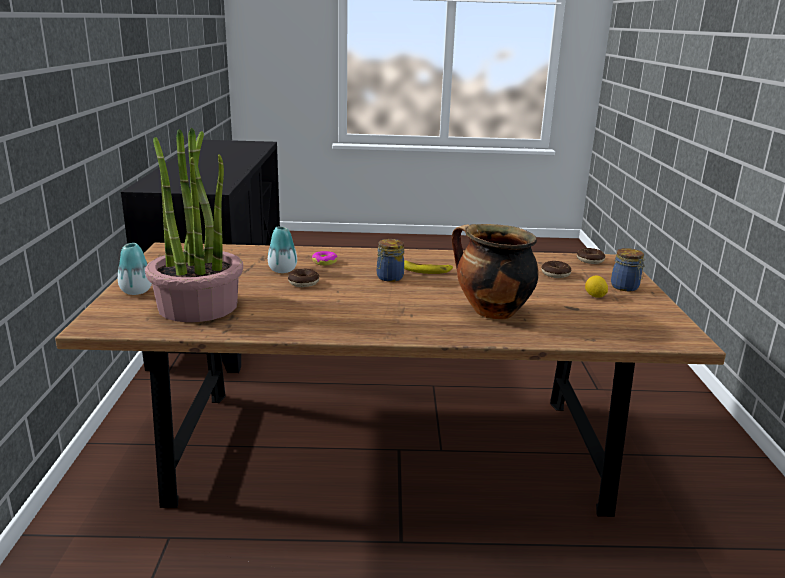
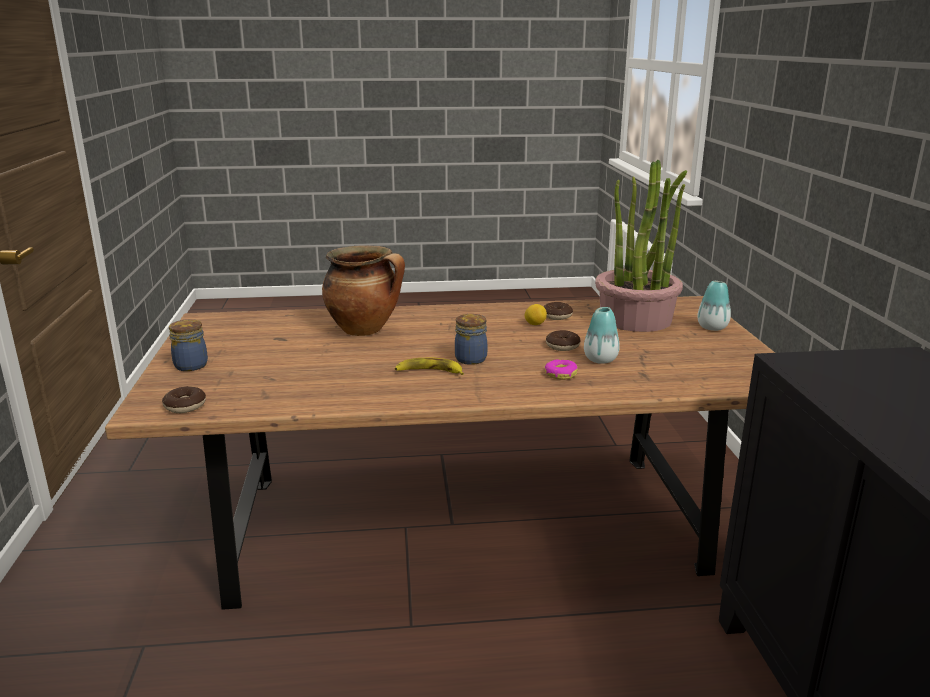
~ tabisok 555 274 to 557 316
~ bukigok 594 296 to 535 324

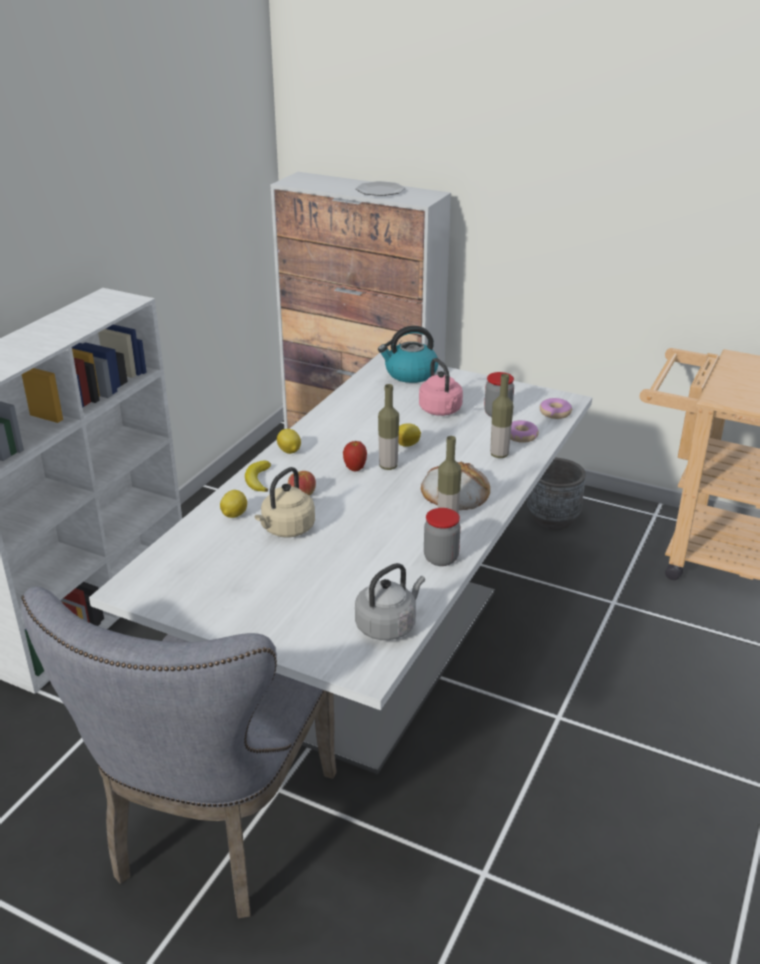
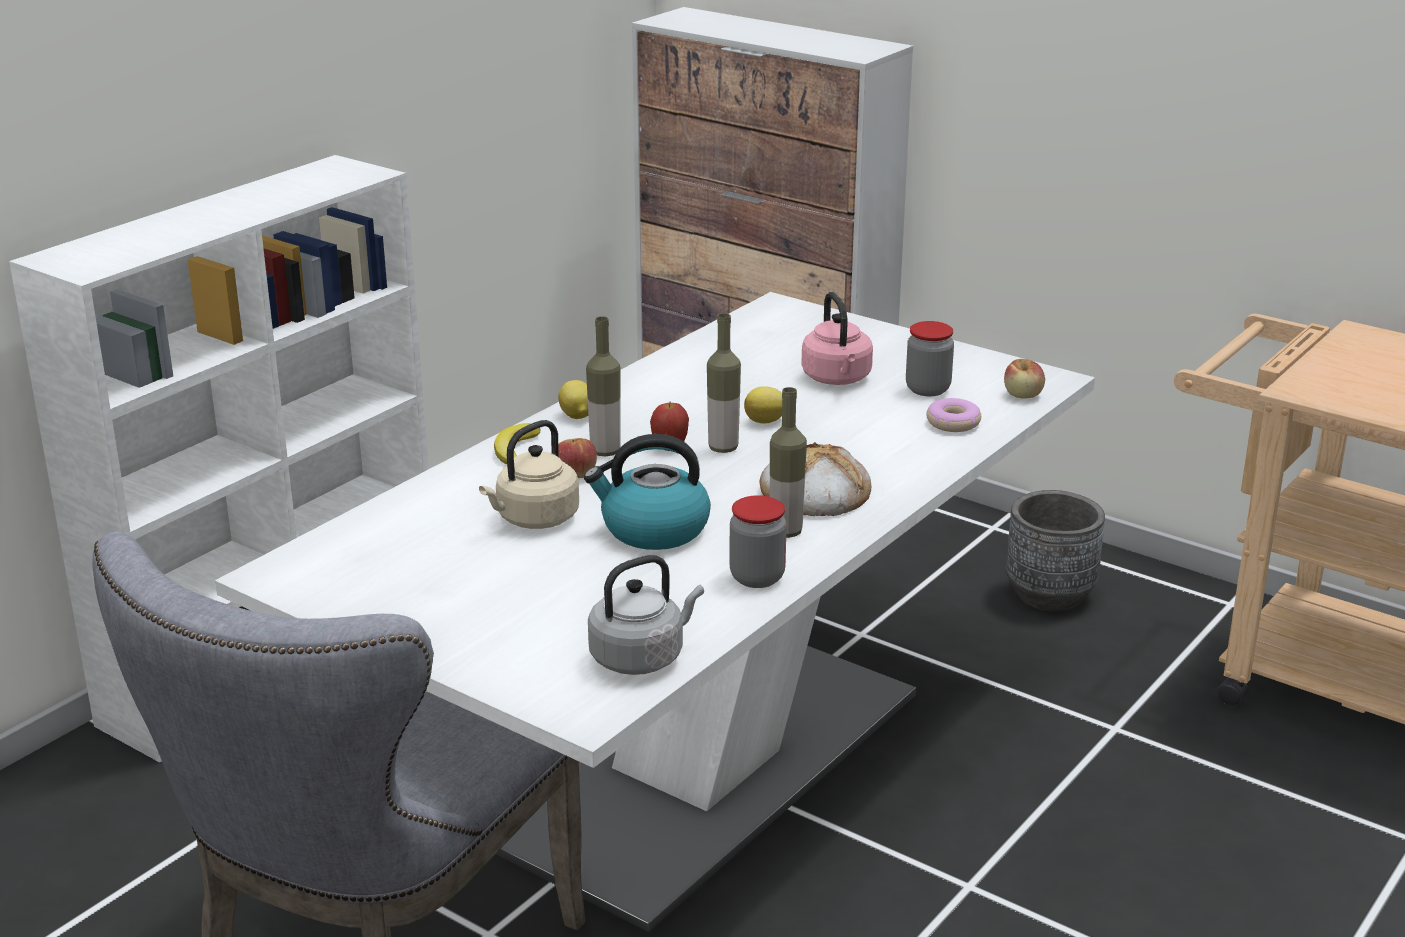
- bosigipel 380 191
~ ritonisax 410 374 to 653 529
~ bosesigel 499 454 to 605 451
~ tabisok 555 413 to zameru 1023 395
- bukigok 233 515

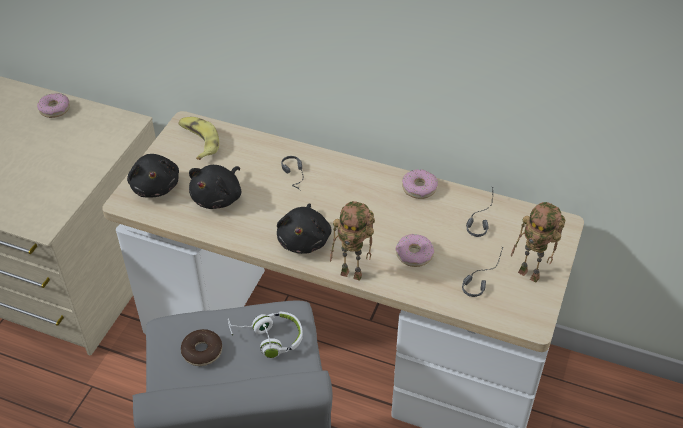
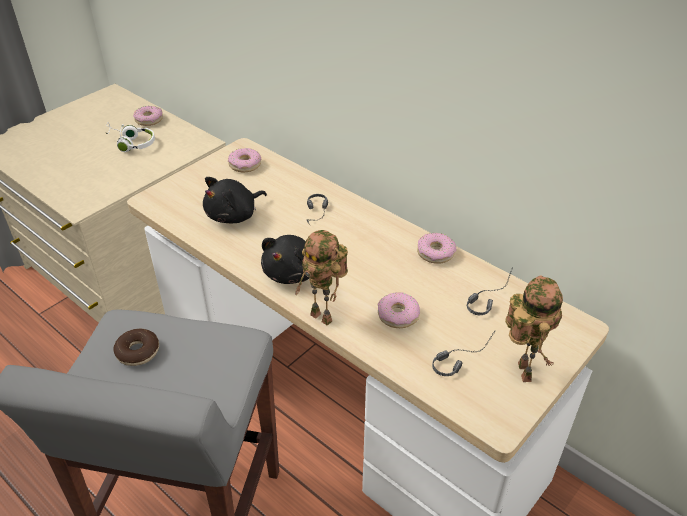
~ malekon 198 141 to tabisok 245 165
- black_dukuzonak 155 186
~ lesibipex 531 274 = 520 370 150 degrees counterclockwise
~ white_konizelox 268 339 to 130 143

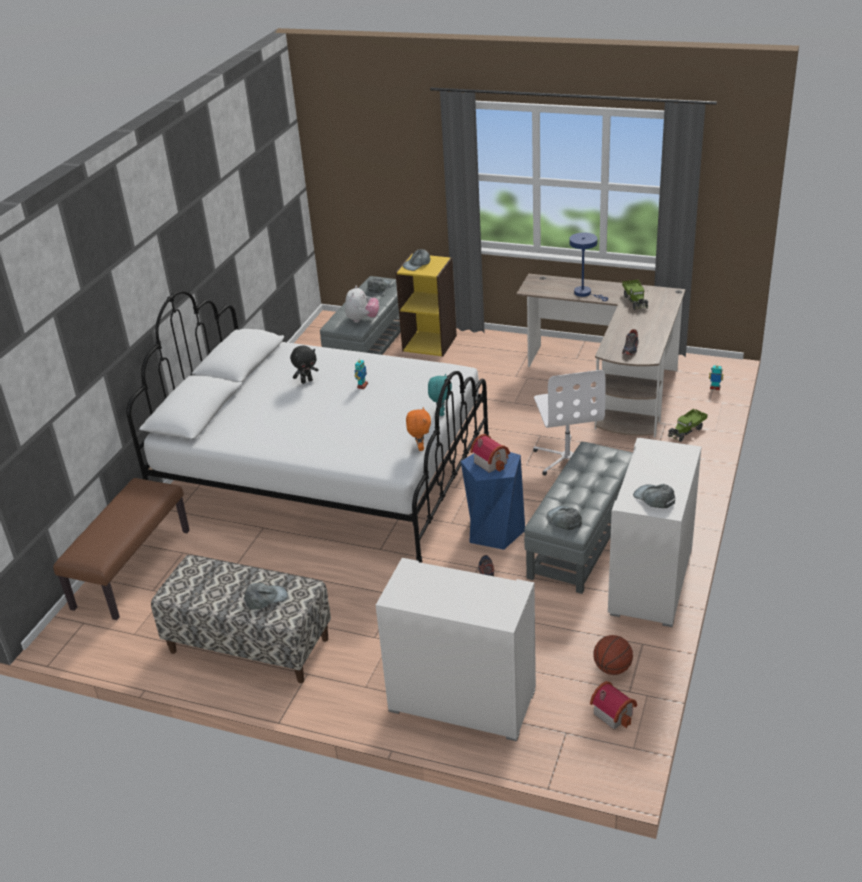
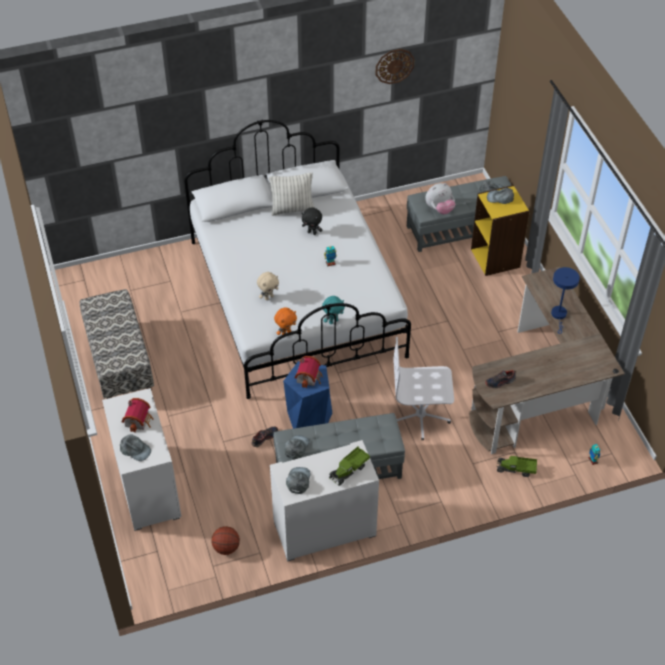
~ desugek 635 301 to 349 470
~ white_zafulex 567 459 = 421 416 45 degrees clockwise
- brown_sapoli 131 568
~ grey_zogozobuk 266 598 to 135 450
~ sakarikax 613 712 to 139 420
+ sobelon 394 66
+ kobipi 292 209
+ beige_dukuzonak 268 297

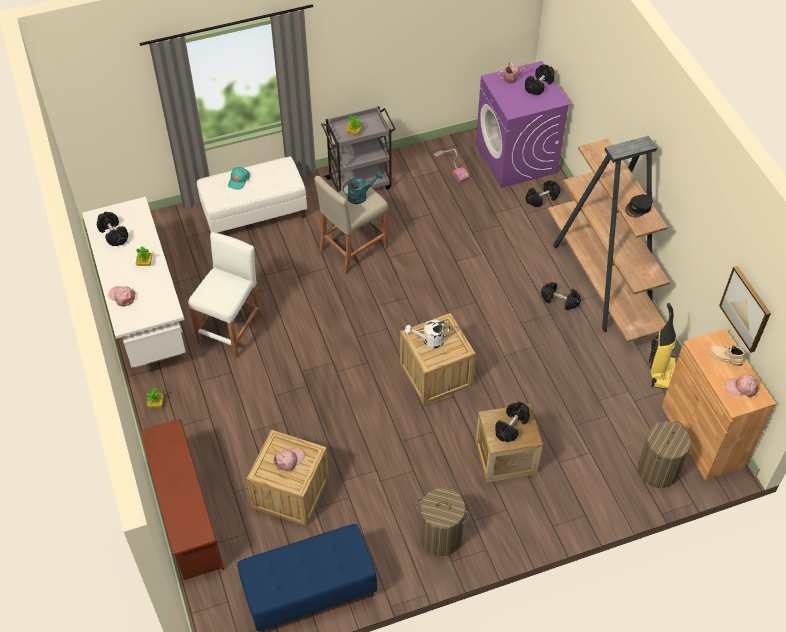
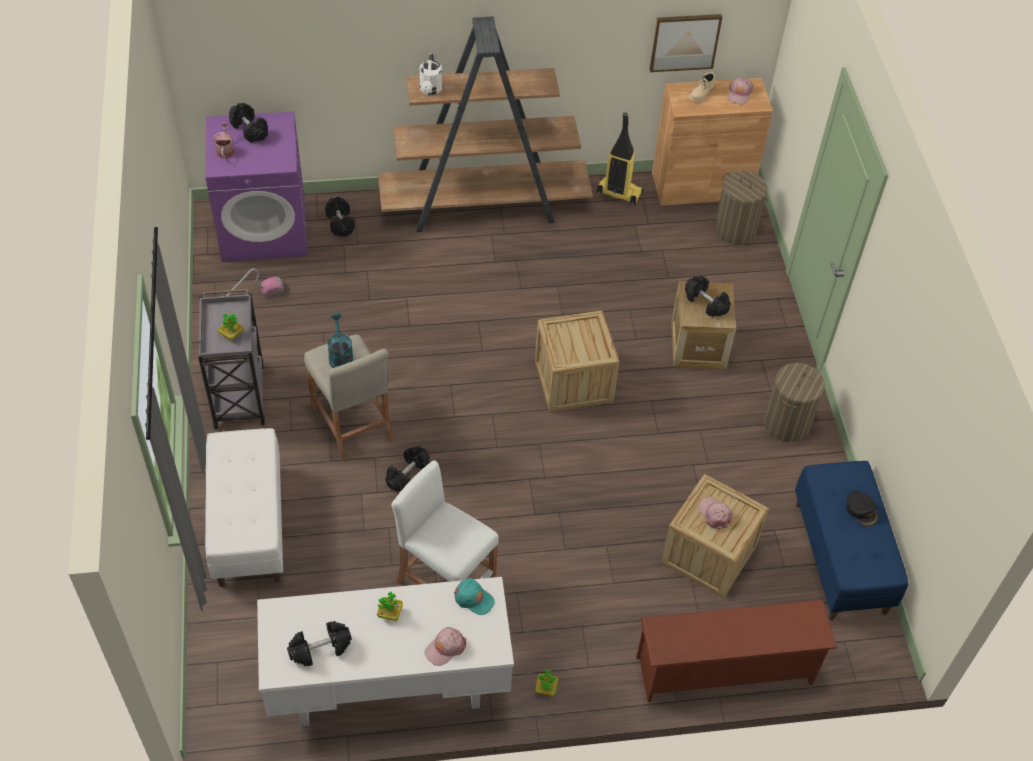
~ turquoise_zogozobuk 238 180 to 473 598
~ black_zogozobuk 638 208 to 861 510
~ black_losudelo 560 300 to 407 474
~ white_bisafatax 429 341 to 430 90

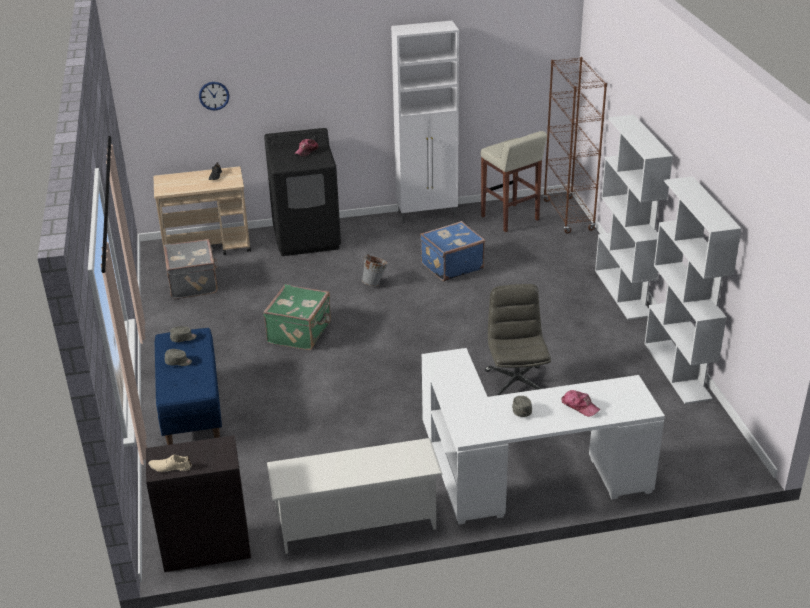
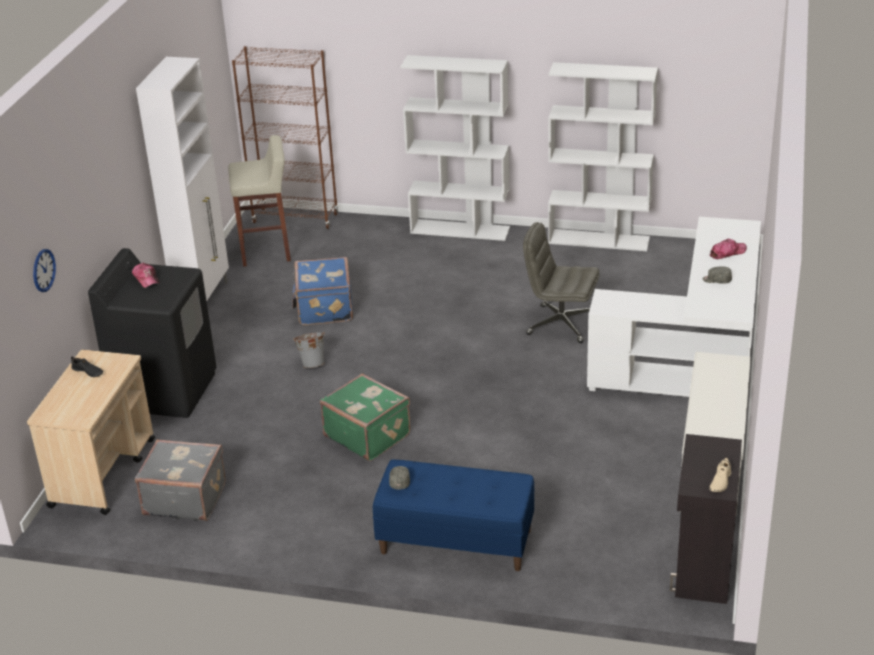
- grey_zogozobuk 178 362

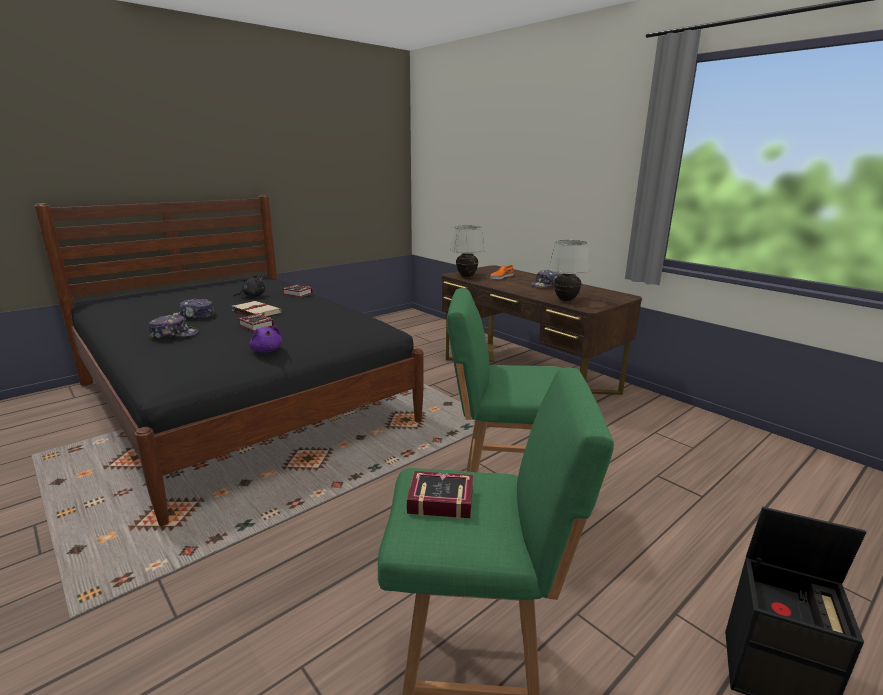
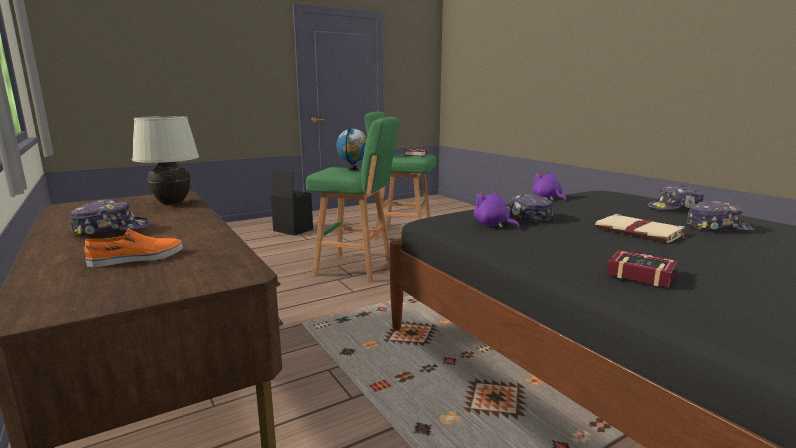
- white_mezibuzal 466 276
- black_dukuzonak 252 296
- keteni 256 326
+ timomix 353 169
+ purple_dukuzonak 493 225
+ zogozobuk 526 217

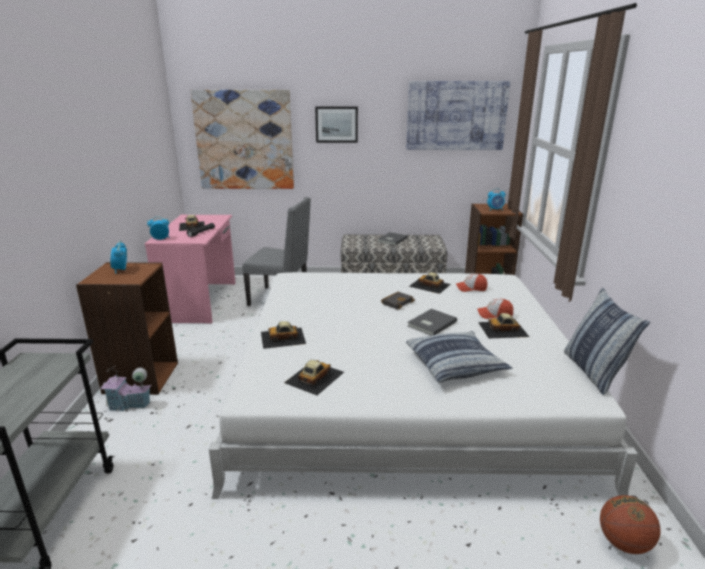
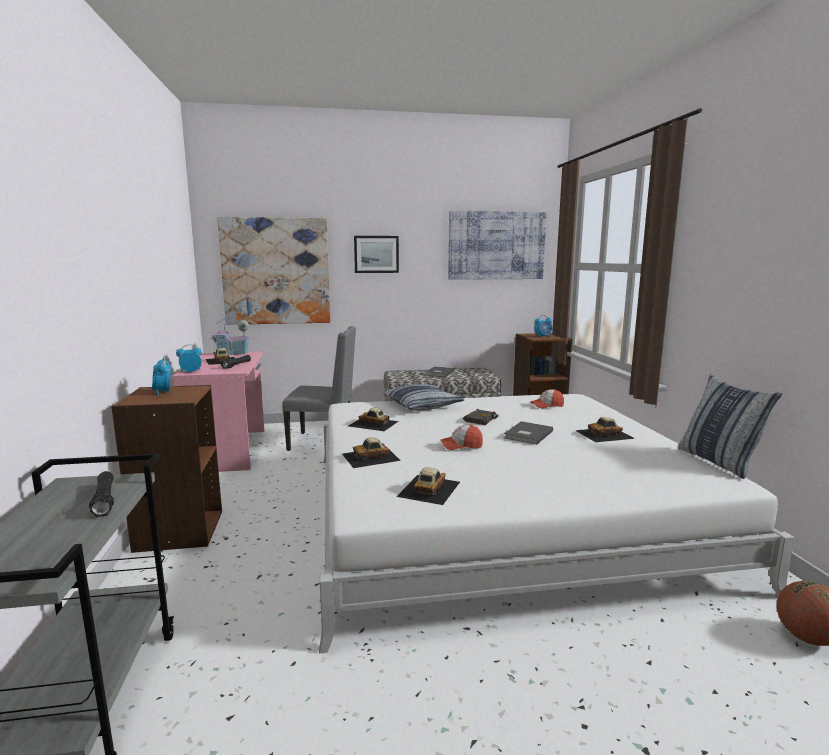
~ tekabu 430 285 to 373 423
~ zogozobuk 494 315 to 461 445
~ kobipi 455 364 to 422 405
~ sakarikax 129 405 to 232 354
+ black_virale 104 500

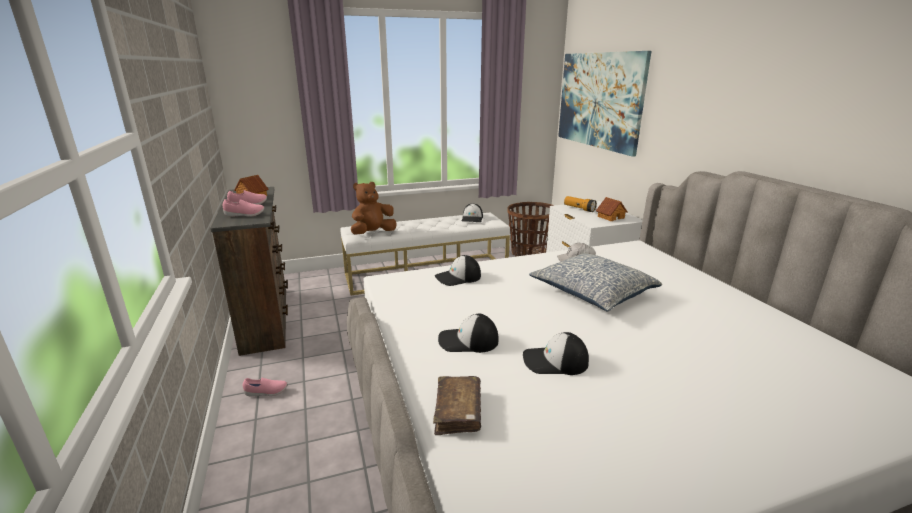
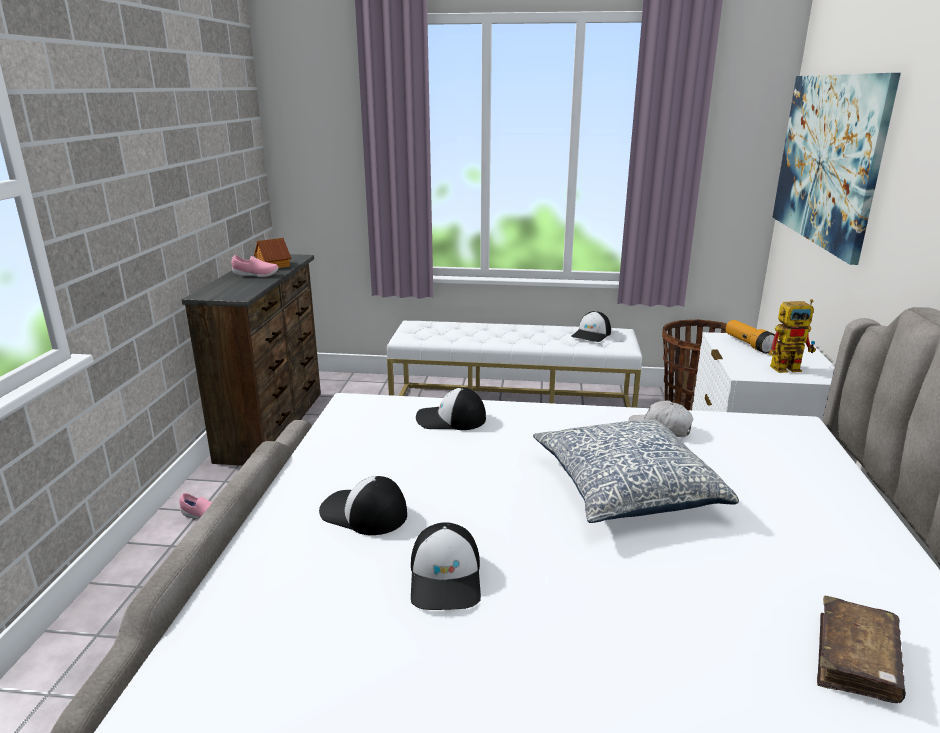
- brown_dukuzonak 373 233
~ sakarikax 610 217 to lesibipex 790 367
- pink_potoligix 244 215
~ zogozobuk 554 361 = 446 578 120 degrees counterclockwise
~ brown_keteni 458 411 to 856 660

